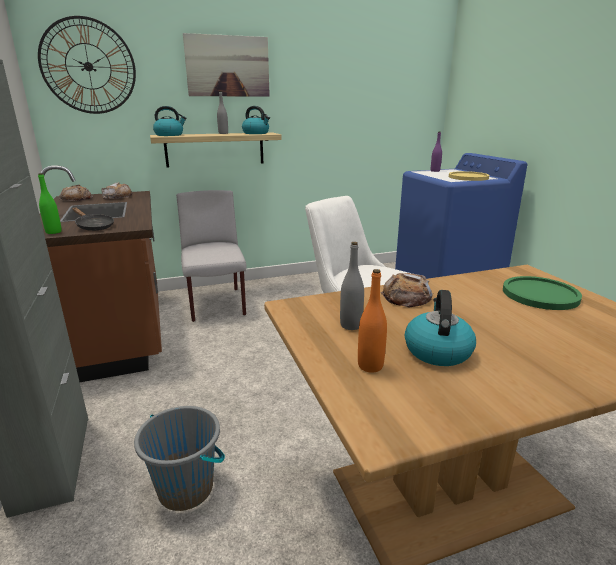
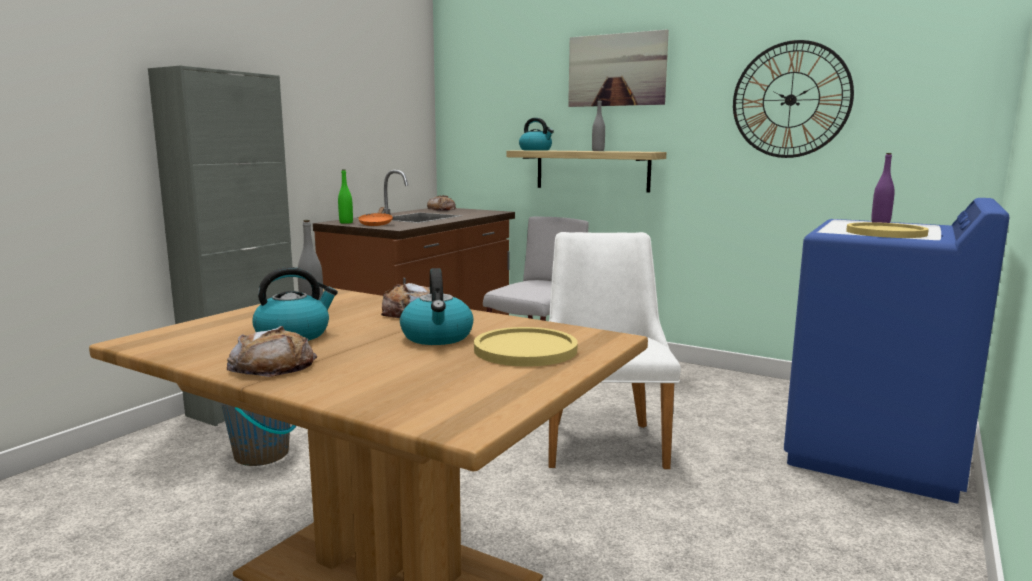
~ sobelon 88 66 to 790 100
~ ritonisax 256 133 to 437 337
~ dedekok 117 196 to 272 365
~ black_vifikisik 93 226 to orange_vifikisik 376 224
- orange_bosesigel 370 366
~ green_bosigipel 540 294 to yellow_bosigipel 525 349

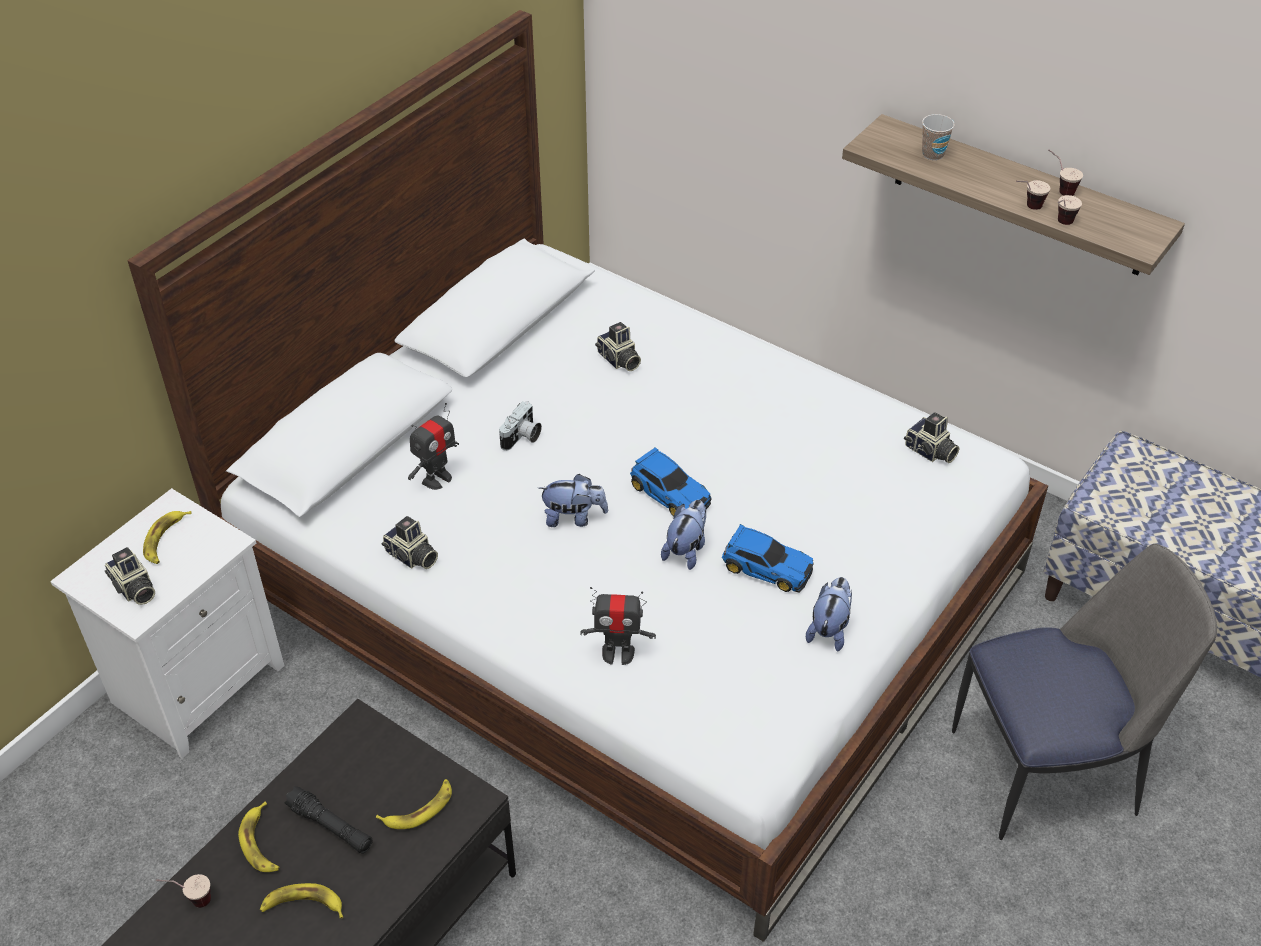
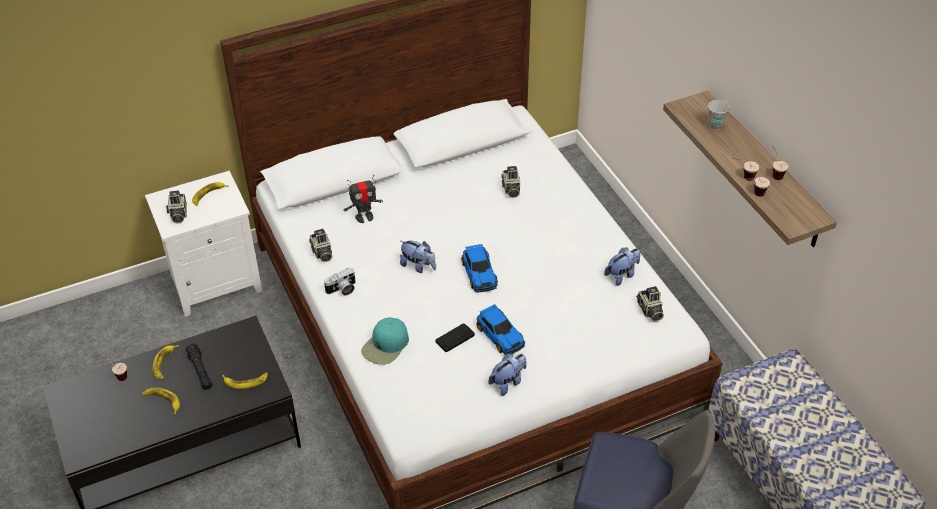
~ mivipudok 522 437 to 342 289
~ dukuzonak 686 549 to 622 275
~ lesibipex 618 653 to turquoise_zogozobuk 386 345
+ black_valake 455 338

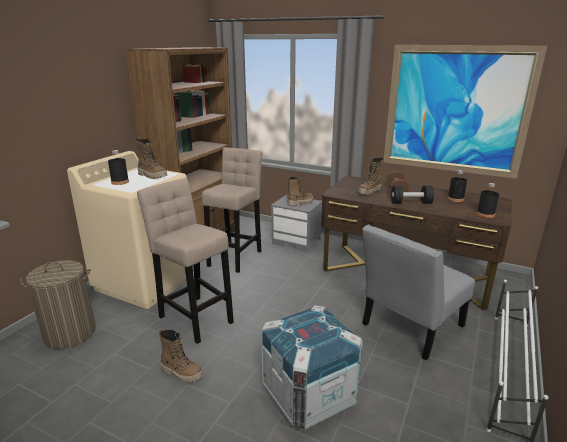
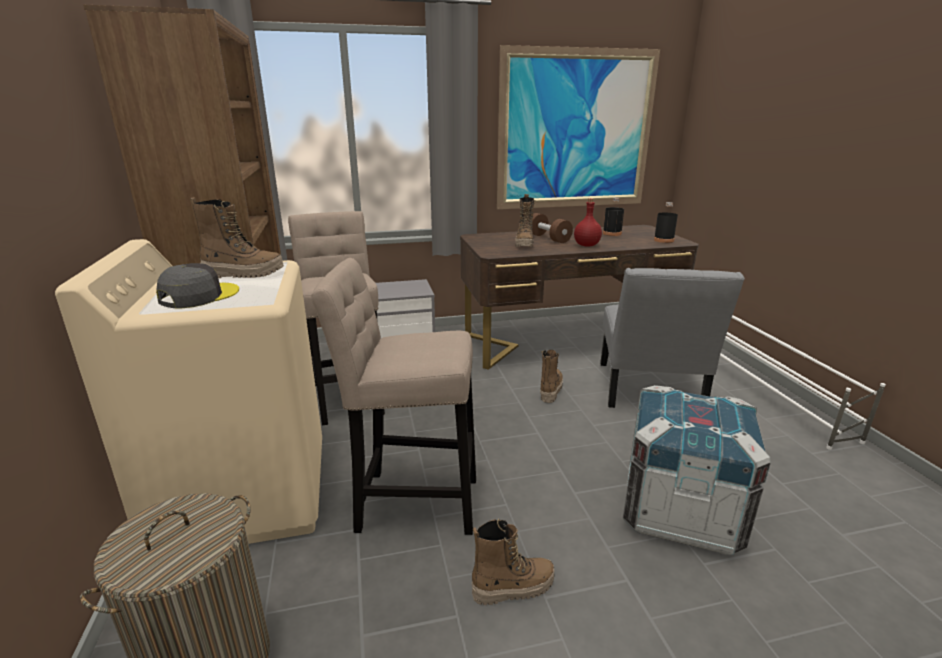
~ black_bosesigel 120 182 to grey_zogozobuk 199 296
~ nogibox 300 203 to 550 390
~ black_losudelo 410 203 to red_bosesigel 586 245

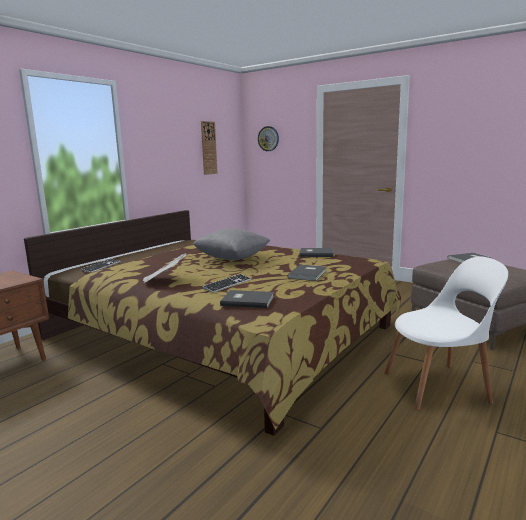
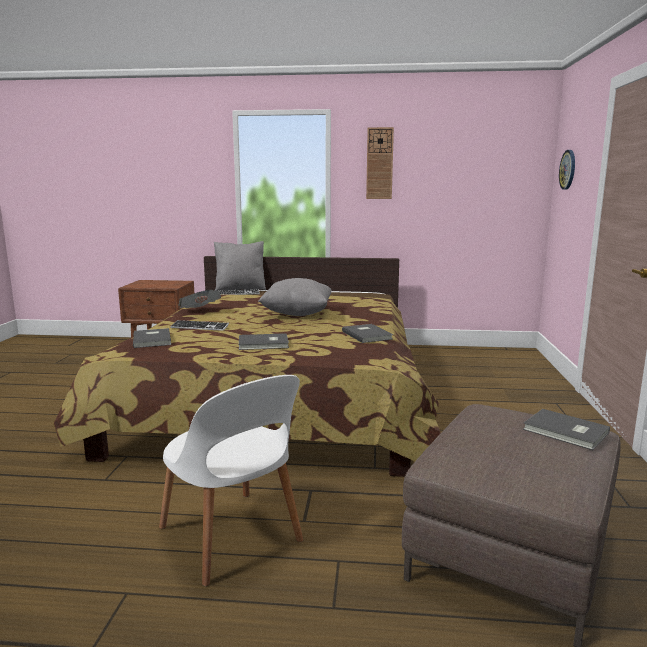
~ sobelon 208 148 to 379 163
+ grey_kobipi 240 289

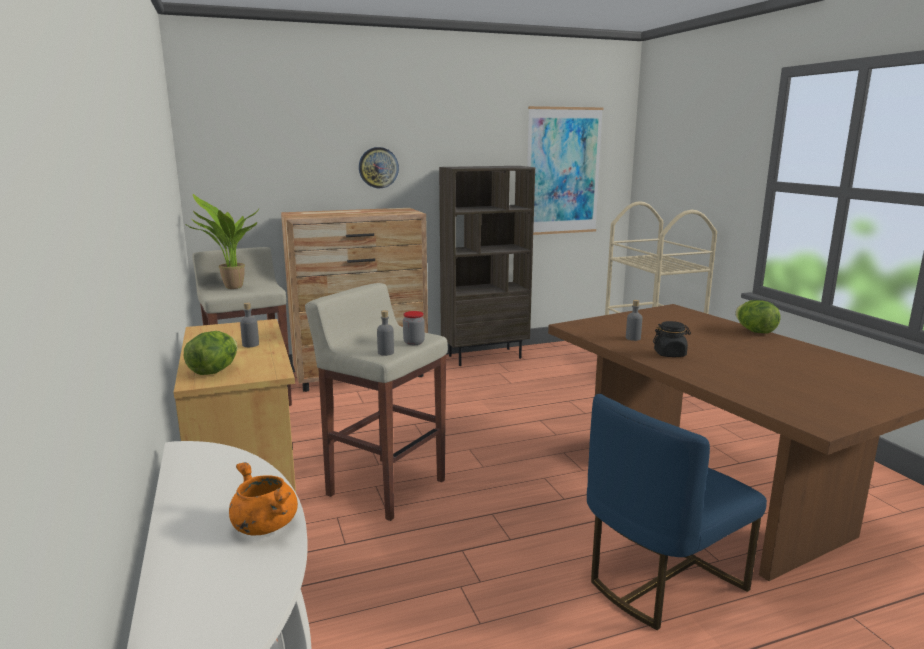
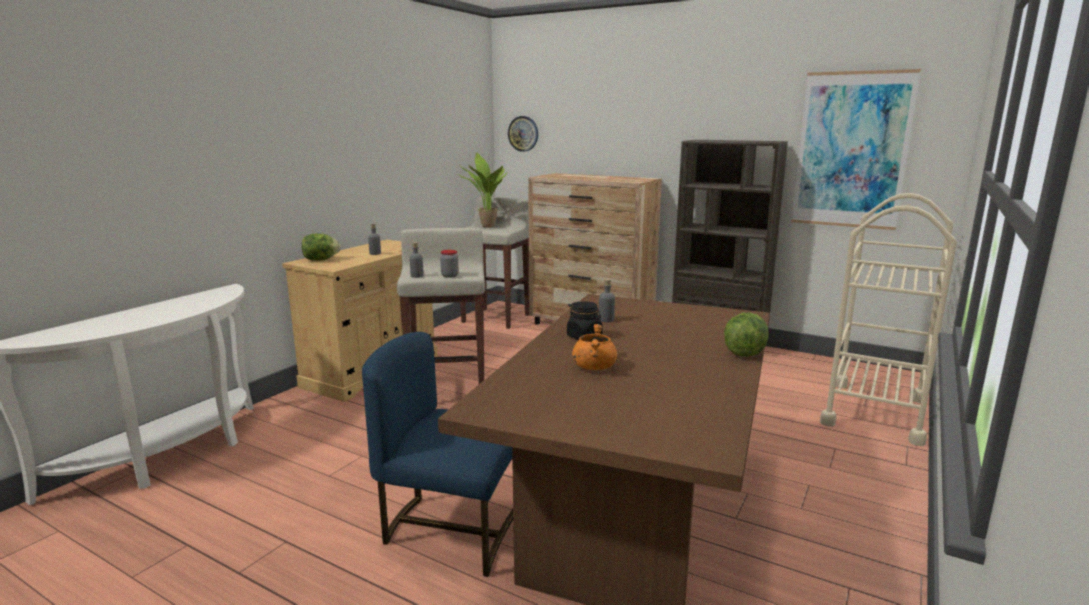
~ sobelon 378 167 to 523 133
~ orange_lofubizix 263 525 to 593 367

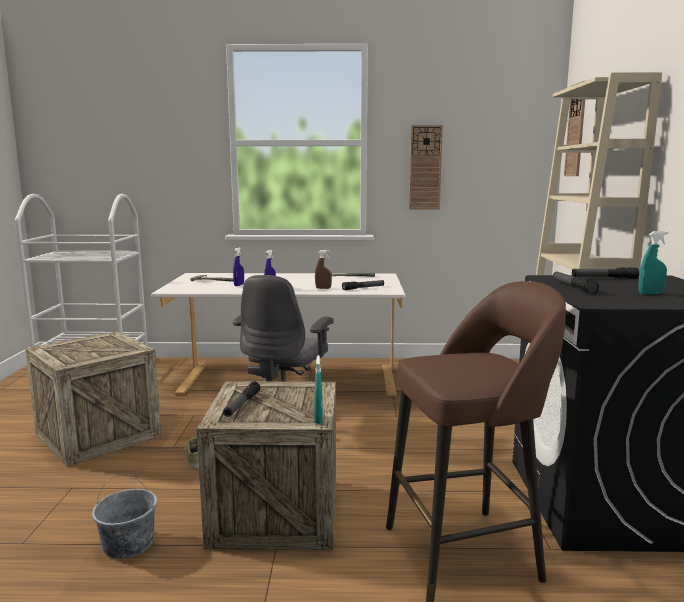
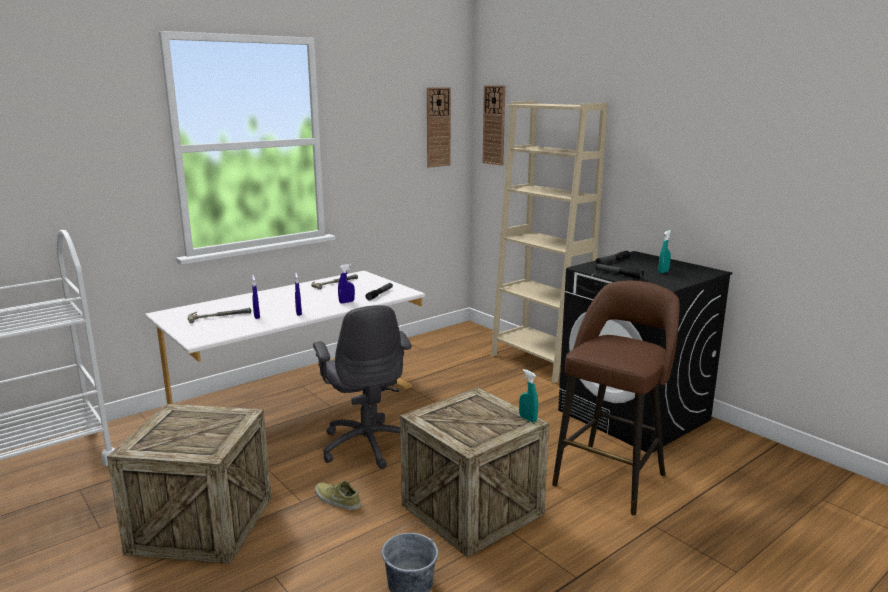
~ sobelon 425 168 to 438 127
~ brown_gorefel 323 288 to blue_gorefel 346 302
- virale 242 404

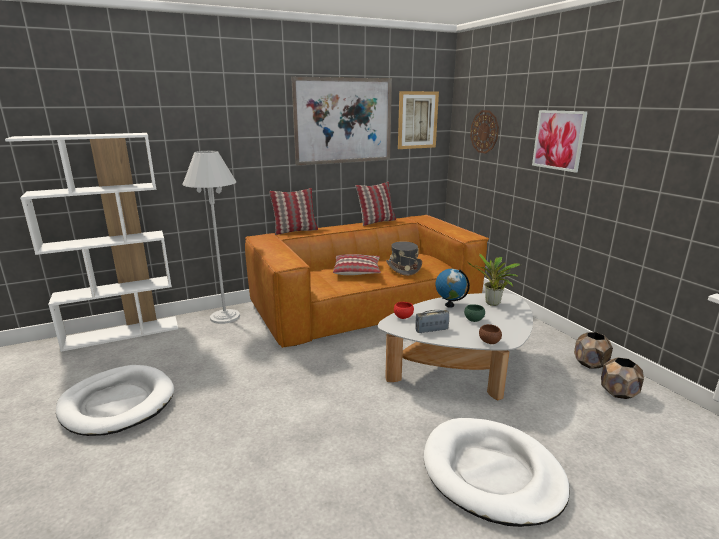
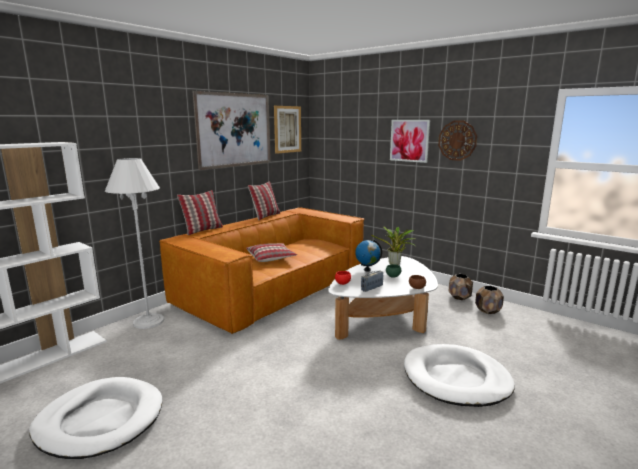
~ sobelon 484 131 to 457 140
- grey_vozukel 403 268

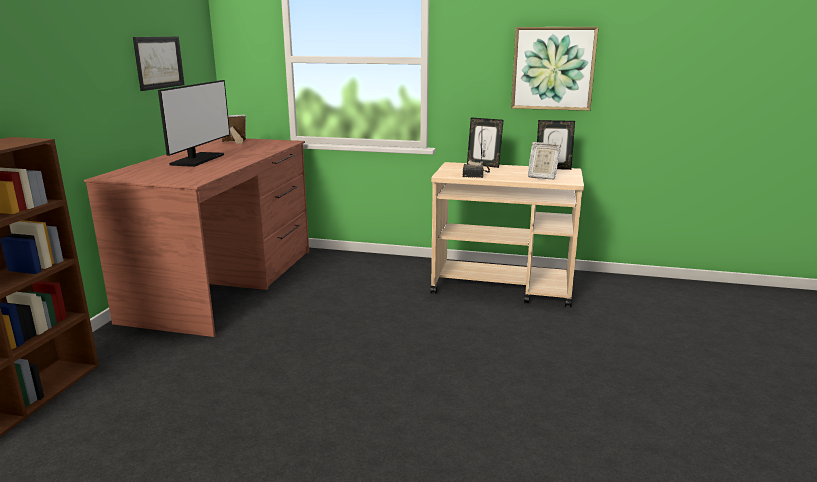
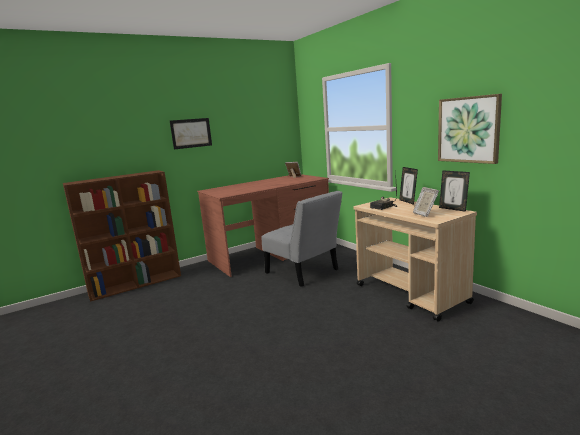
~ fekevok 159 62 to 191 133
- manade 197 160
+ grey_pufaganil 304 272

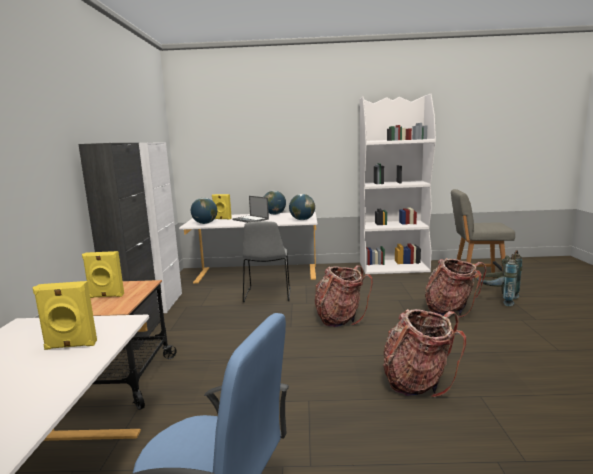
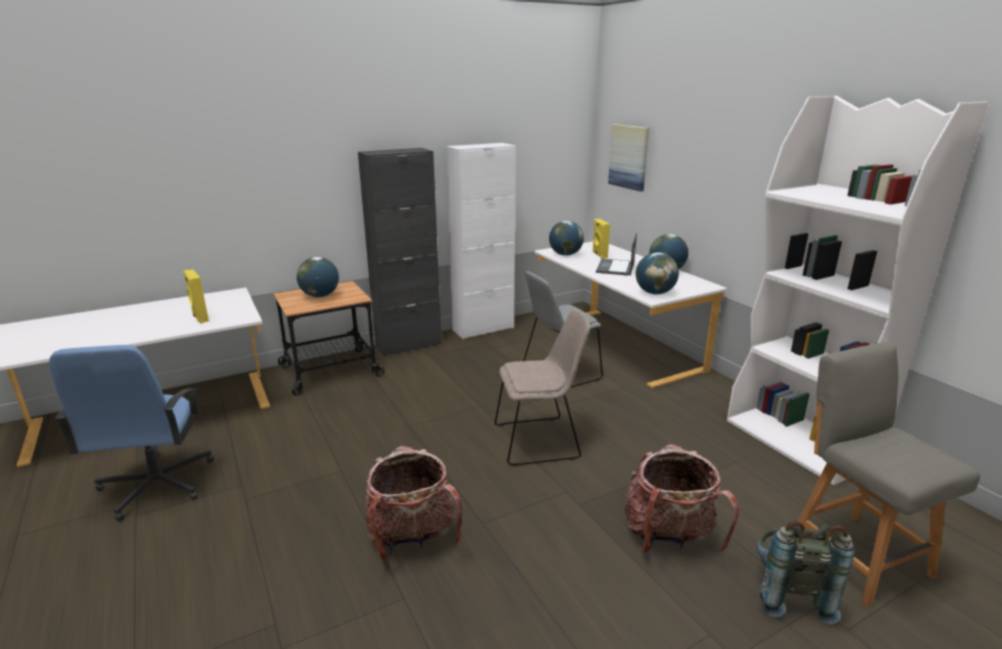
~ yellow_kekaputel 106 296 to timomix 320 296
~ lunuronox 340 318 to beige_pufaganil 539 441
+ fekevok 629 157

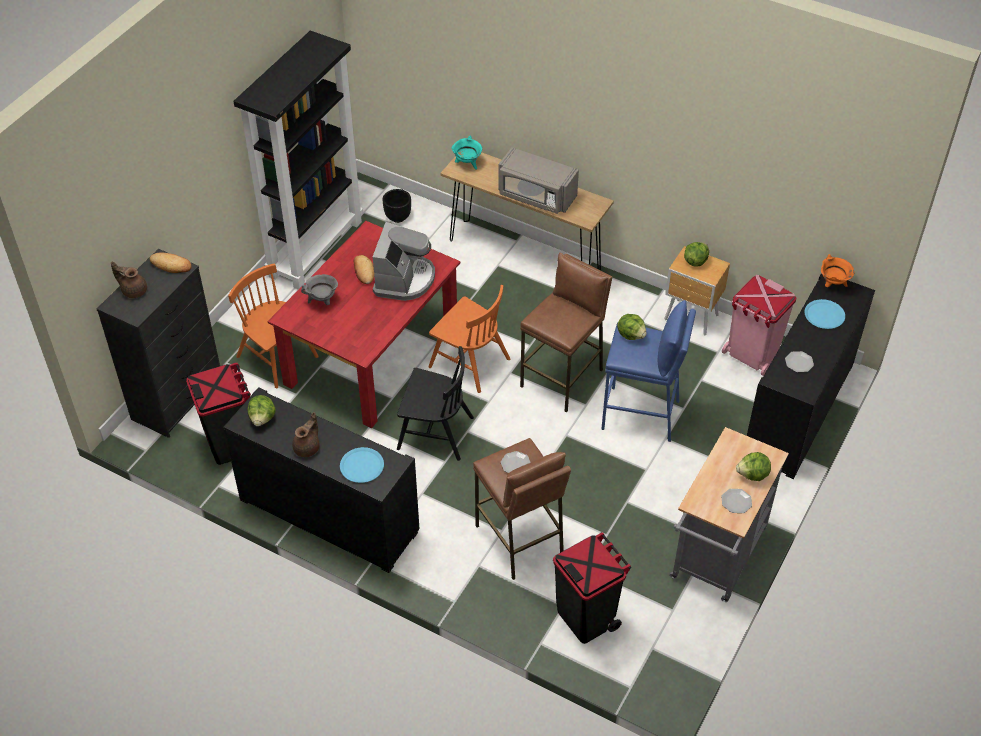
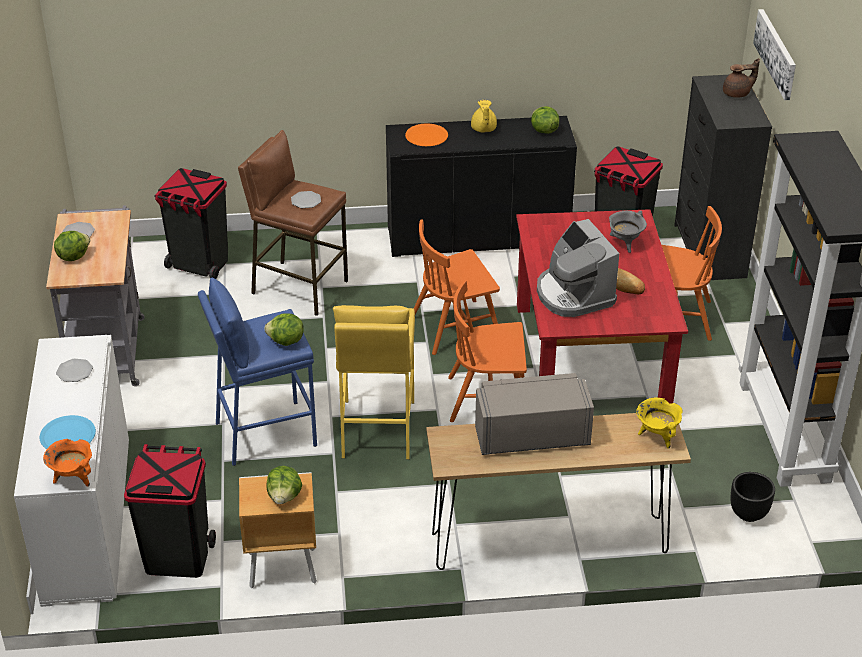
~ turquoise_lofubizix 467 164 to yellow_lofubizix 657 436
- dedekok 171 265
~ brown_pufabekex 563 378 to yellow_pufabekex 377 429
~ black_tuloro 798 410 to white_tuloro 87 519
~ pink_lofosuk 751 355 to black_lofosuk 177 557
~ black_pufaganil 435 433 to orange_pufaganil 455 327
~ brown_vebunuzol 307 448 to yellow_vebunuzol 483 129
~ blue_bosigipel 361 466 to orange_bosigipel 426 136
+ fekevok 776 53

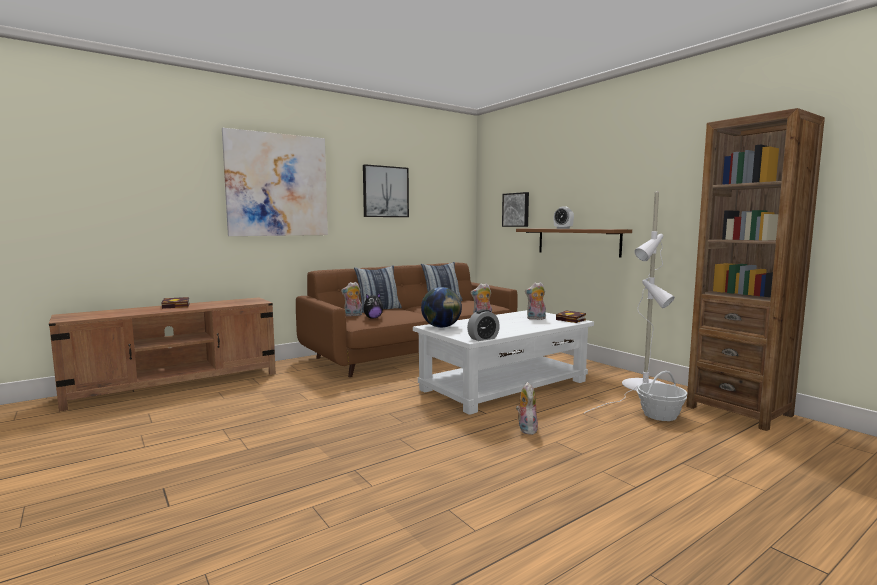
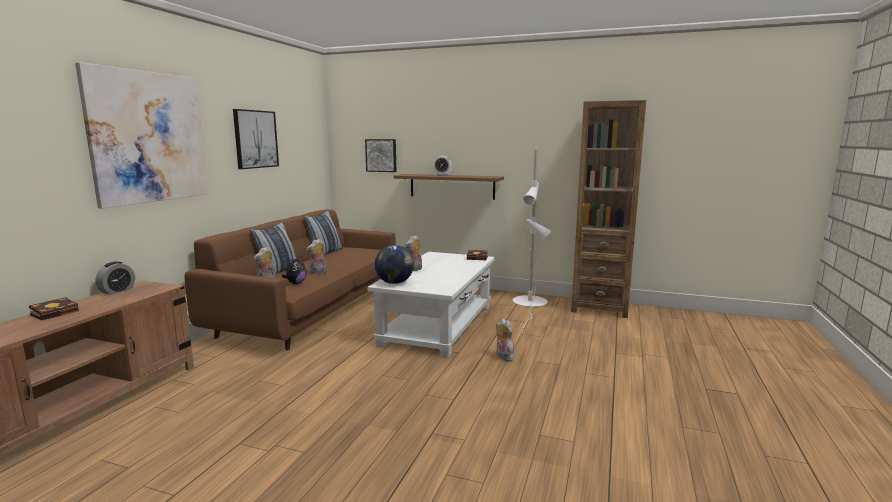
~ dukuzonak 536 319 to 318 273
~ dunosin 483 338 to 117 291
- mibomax 660 415

